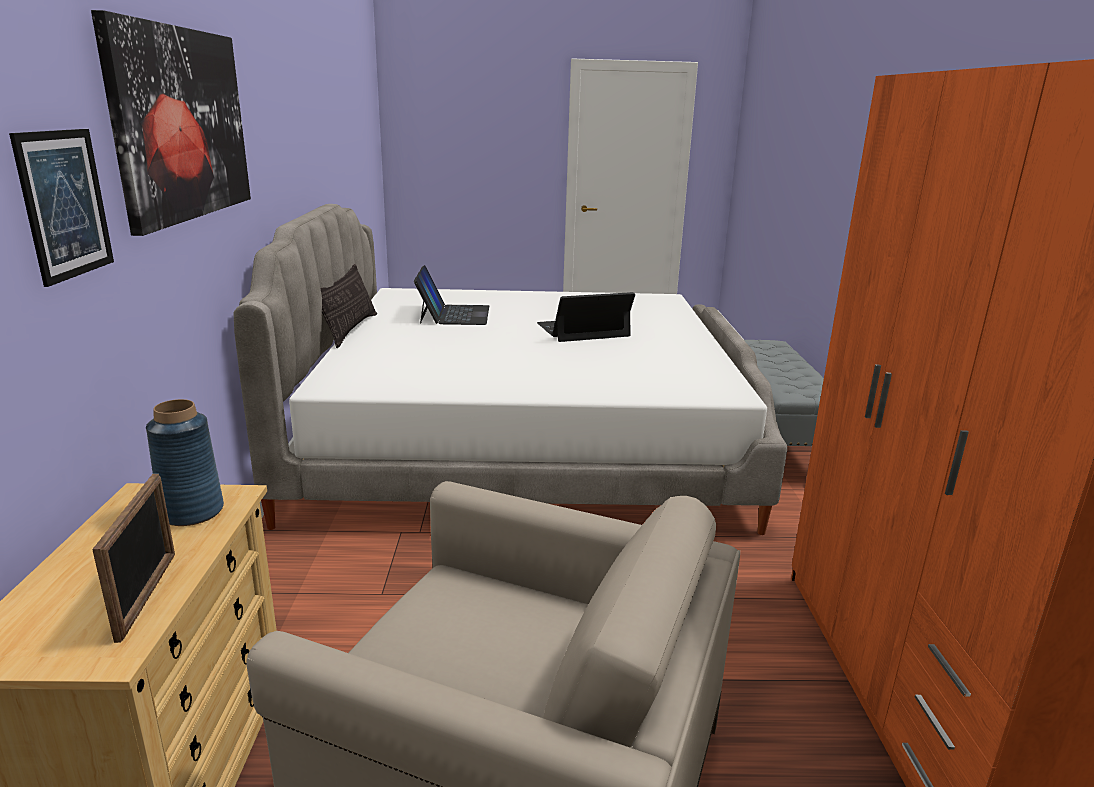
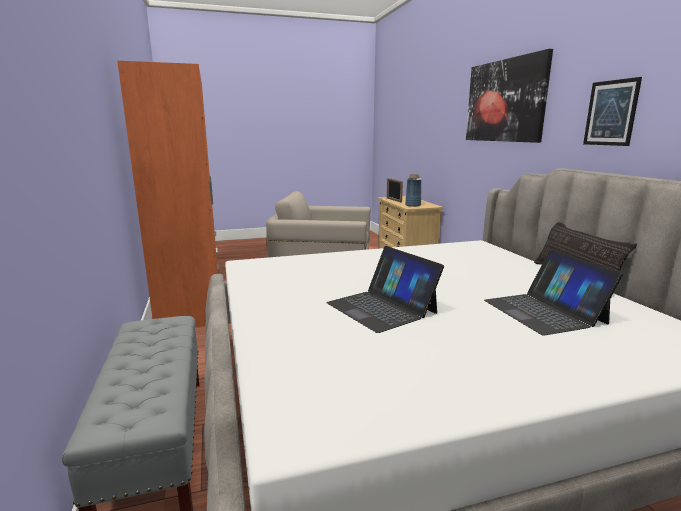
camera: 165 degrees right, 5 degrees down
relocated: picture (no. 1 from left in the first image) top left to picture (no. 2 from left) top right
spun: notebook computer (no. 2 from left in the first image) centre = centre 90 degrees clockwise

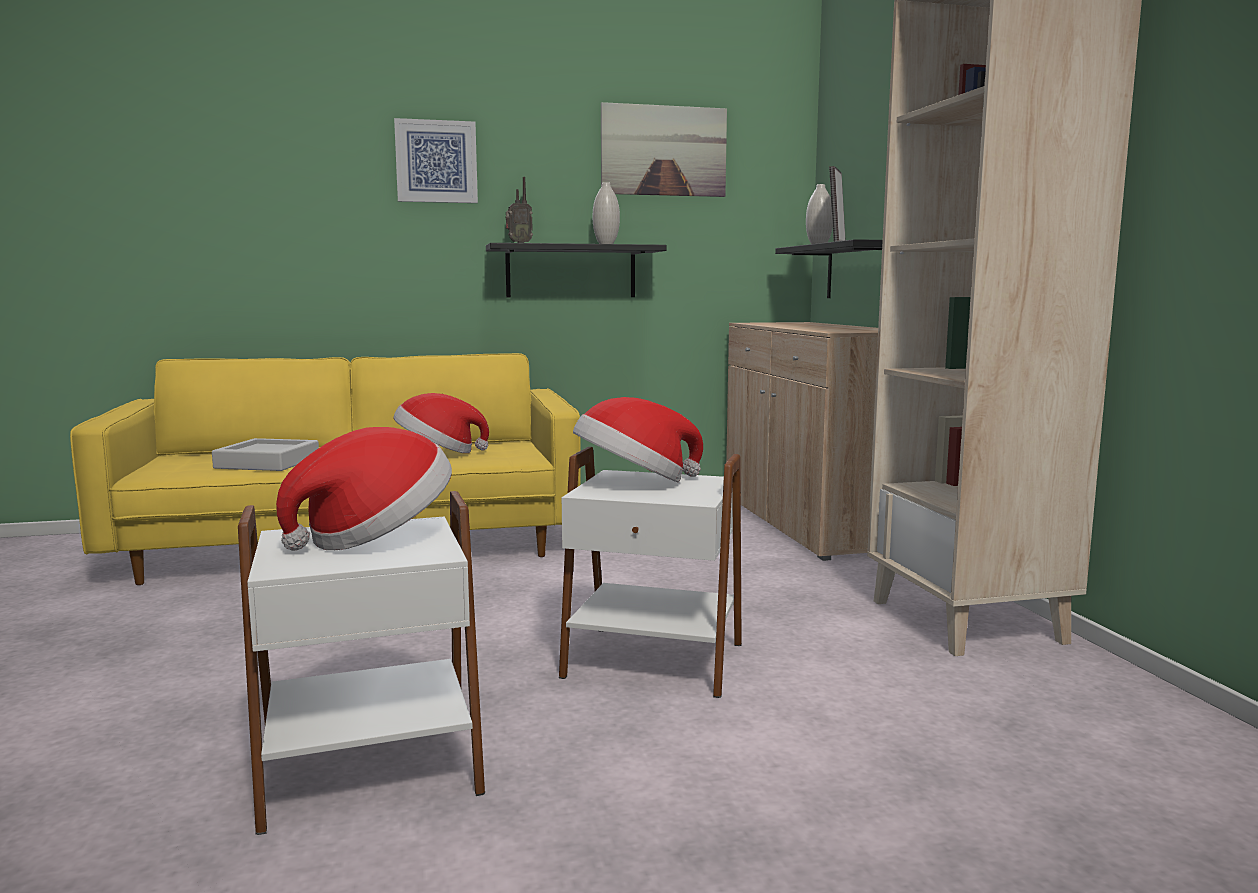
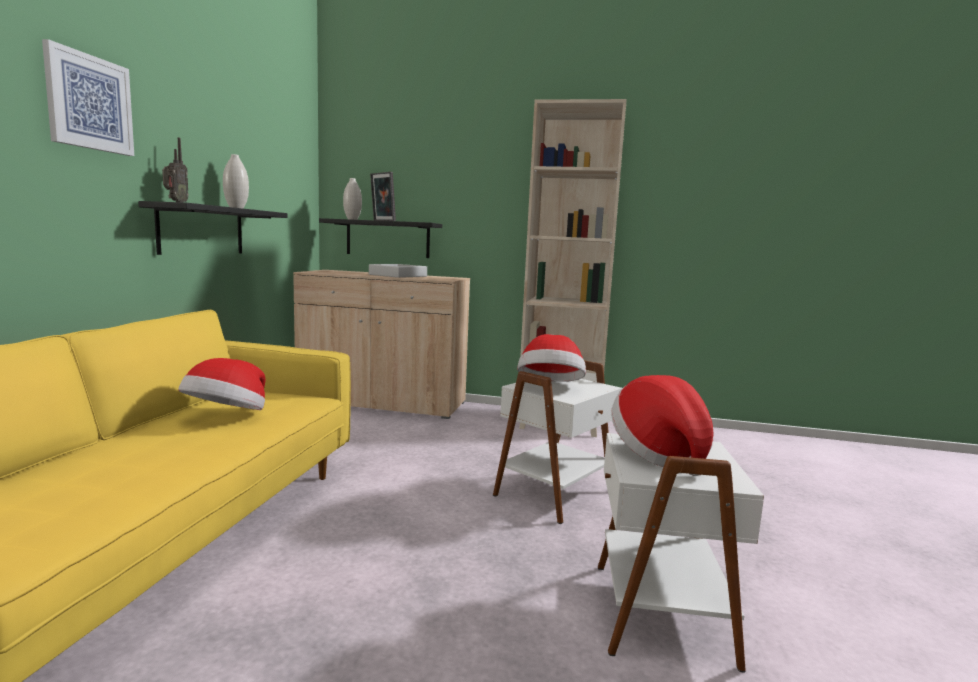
camera: 65 degrees left, 0 degrees up
missing: picture (no. 2 from left) top centre
relocated: serving tray/greyish middle left to centre

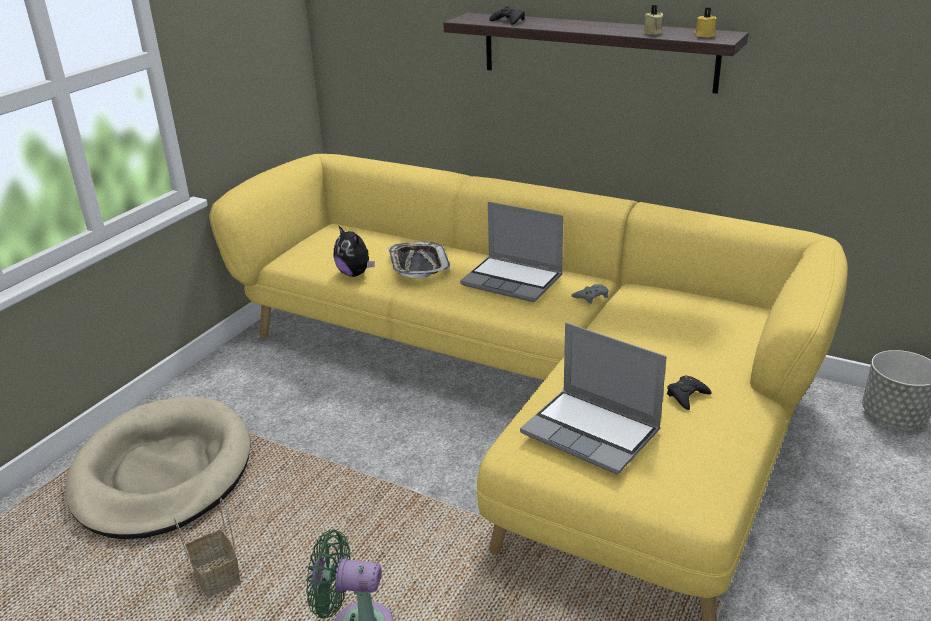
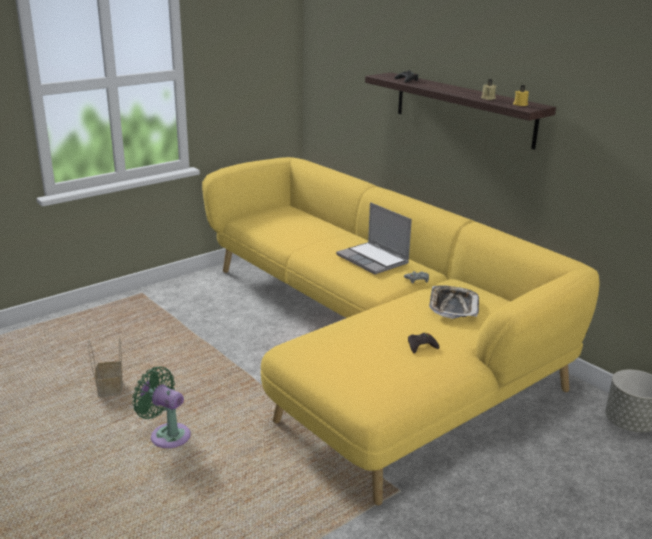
camera: 20 degrees right, 5 degrees down
missing: dog cushion/sand-coloured bottom left; cuddly toy centre; notebook computer (no. 2 from left) centre
relocated: serving tray centre to middle right

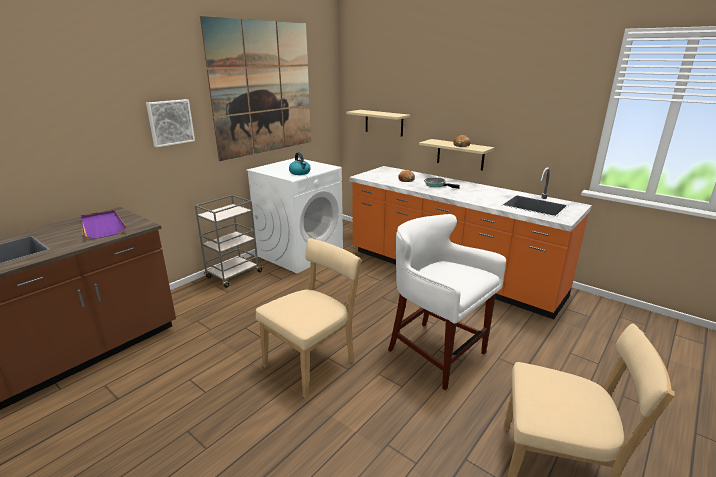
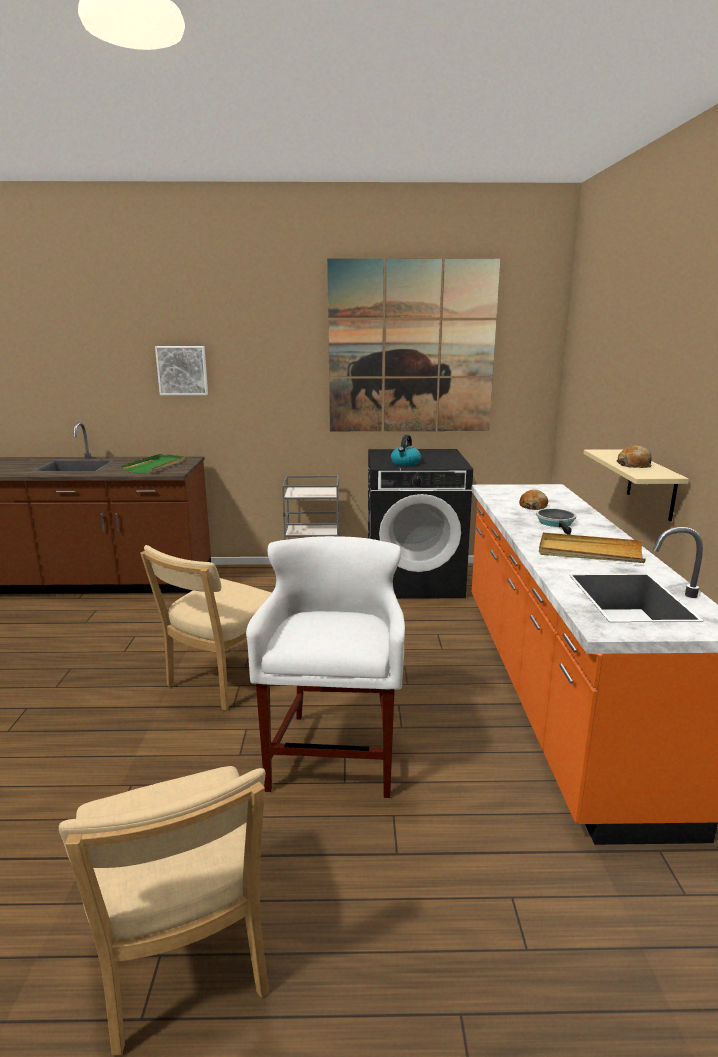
camera: 50 degrees right, 5 degrees down
missing: wall shelf/sand-coloured (no. 1 from left) top centre
appeared: serving tray/sand-coloured middle right
relocated: picture (no. 1 from left) top left to middle left
colour: serving tray/purple-coloured middle left to serving tray/green middle left; laundry machine/white-coloured centre to laundry machine/blackish centre
spun: upright chair/sand-coloured (no. 1 from left in the first image) bottom centre = middle left 120 degrees clockwise

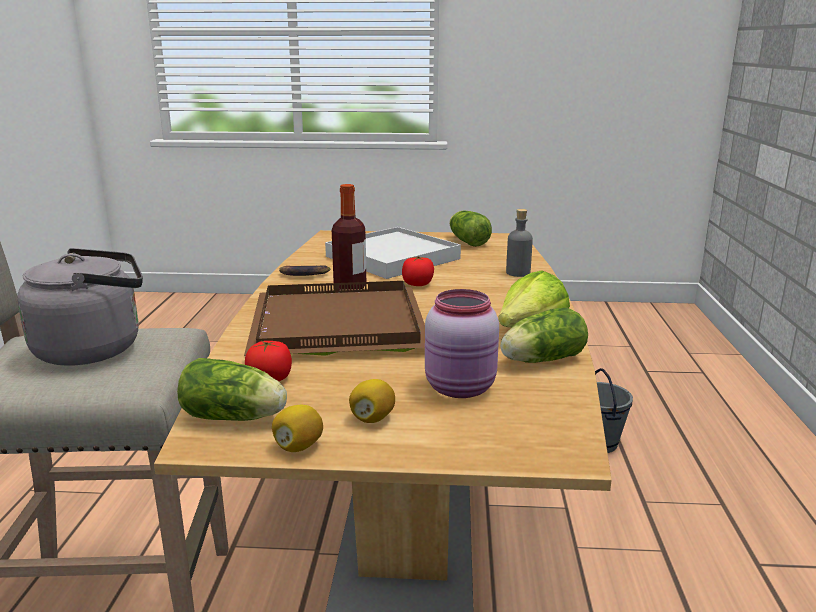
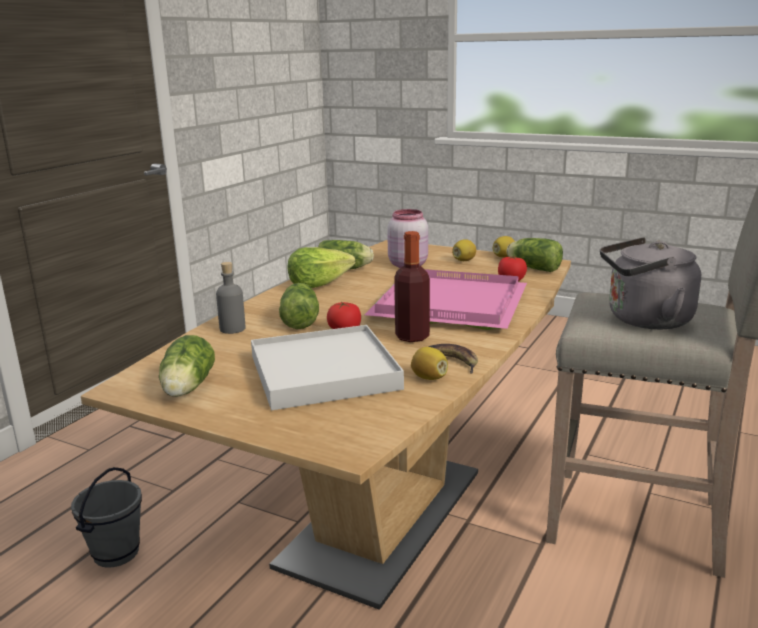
camera: 155 degrees left, 0 degrees up
appeared: head of lettuce (no. 2 from left) centre; whole lemon (no. 1 from left) centre
colour: serving tray/brownish centre to serving tray/pink centre

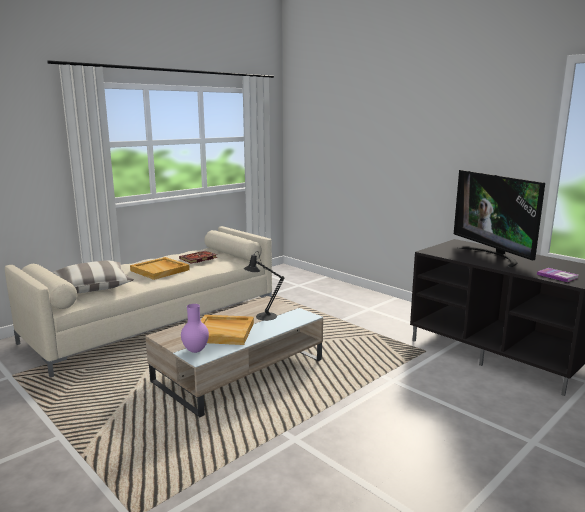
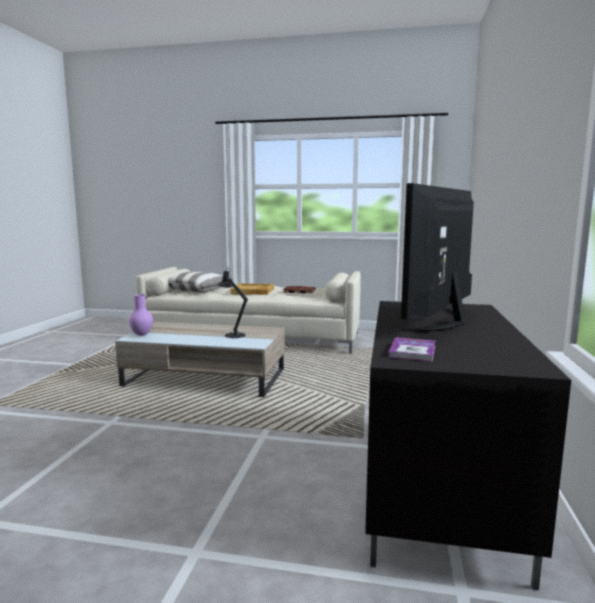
camera: 55 degrees right, 5 degrees down
missing: serving tray/sand-coloured (no. 2 from left) centre

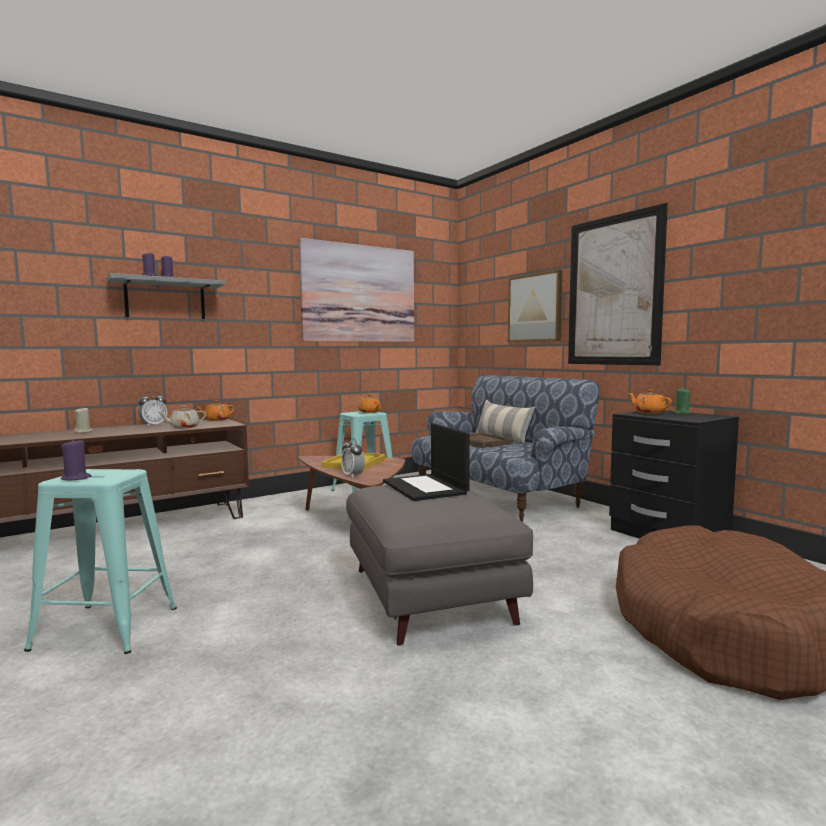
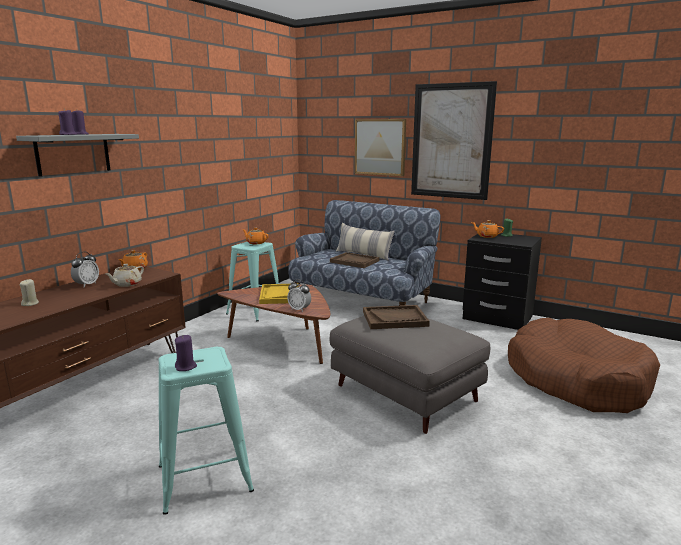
camera: 25 degrees left, 10 degrees up
missing: picture (no. 1 from left) centre
exchanged: notebook computer centre to serving tray/brownish (no. 2 from left) centre

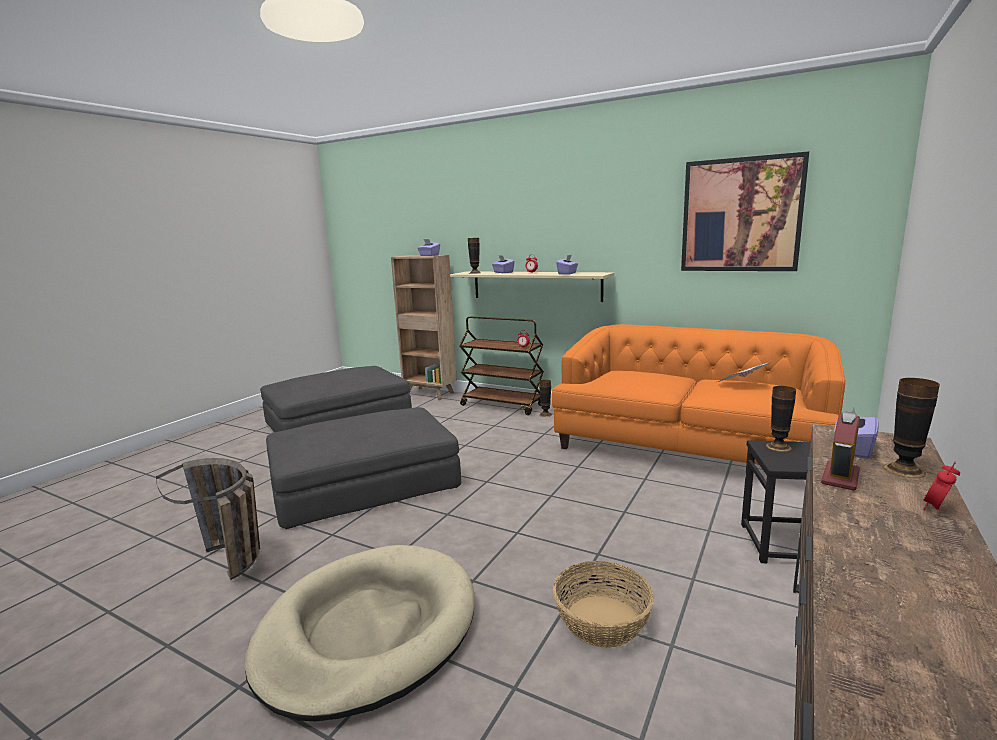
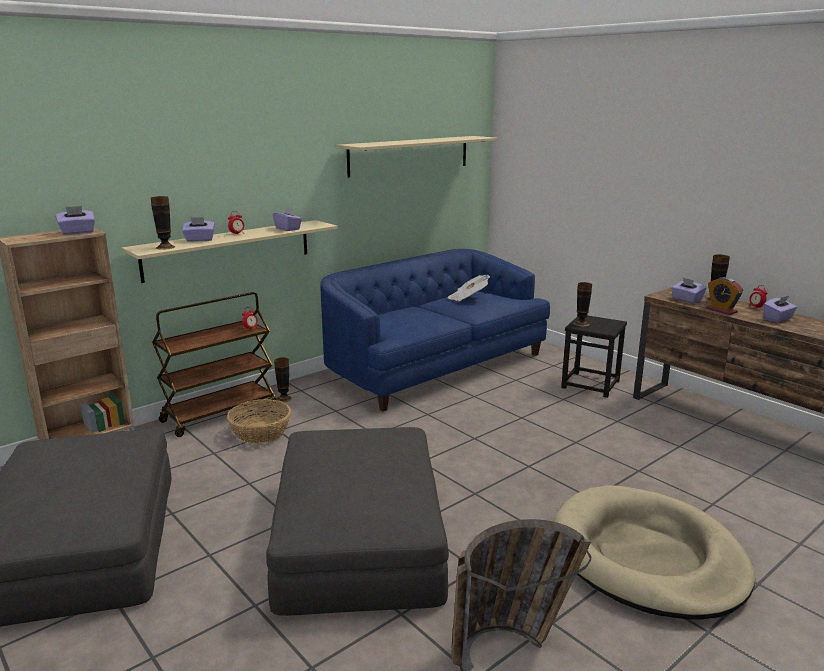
camera: 70 degrees left, 5 degrees up
appeared: box of tissues/purple-coloured (no. 5 from left) middle right
relocated: storage basket (no. 2 from left in the first image) bottom centre to storage basket (no. 1 from left) middle left
exchanged: picture top right to wall shelf/sand-coloured (no. 2 from left) top centre
colour: sofa/orange-coloured middle right to sofa/blue-coloured centre

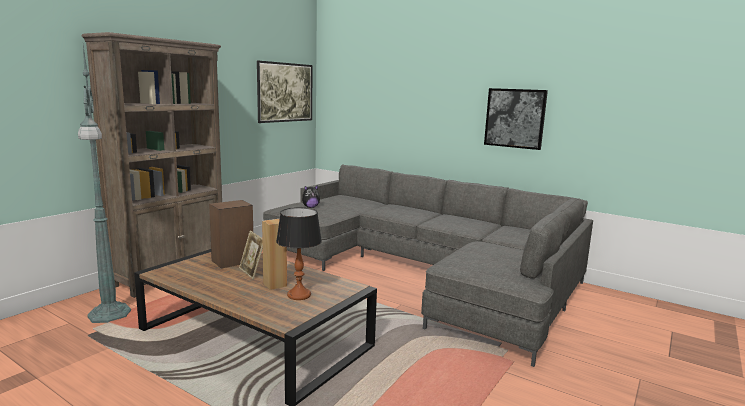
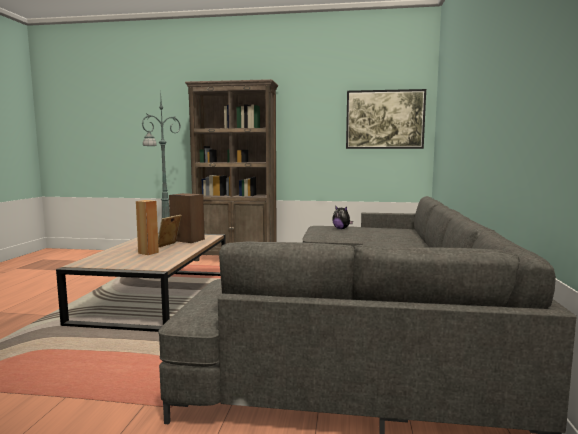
camera: 65 degrees right, 5 degrees down
missing: table lamp centre; picture (no. 2 from left) top right

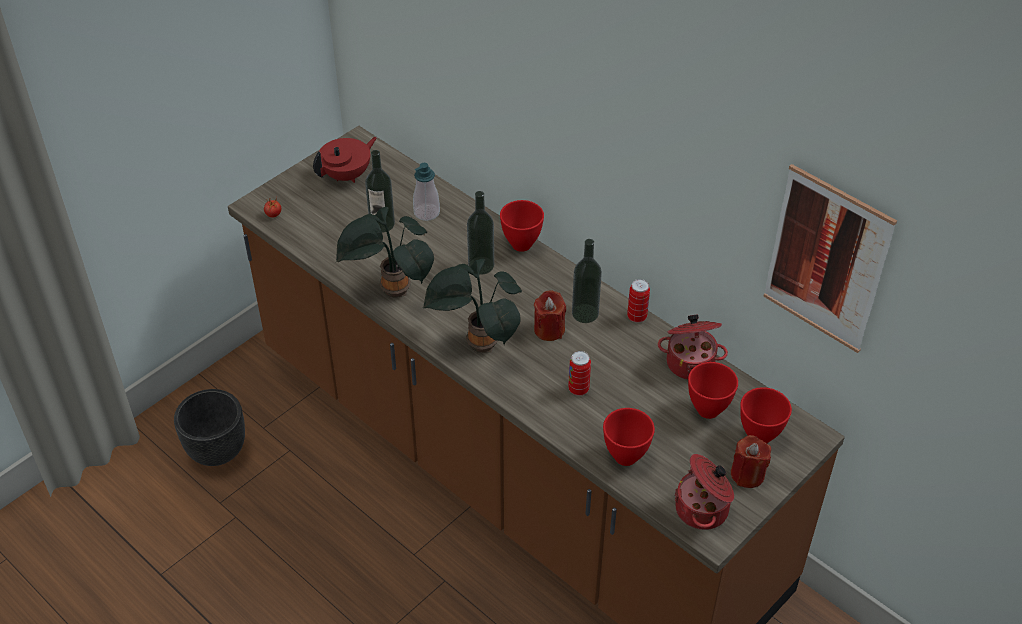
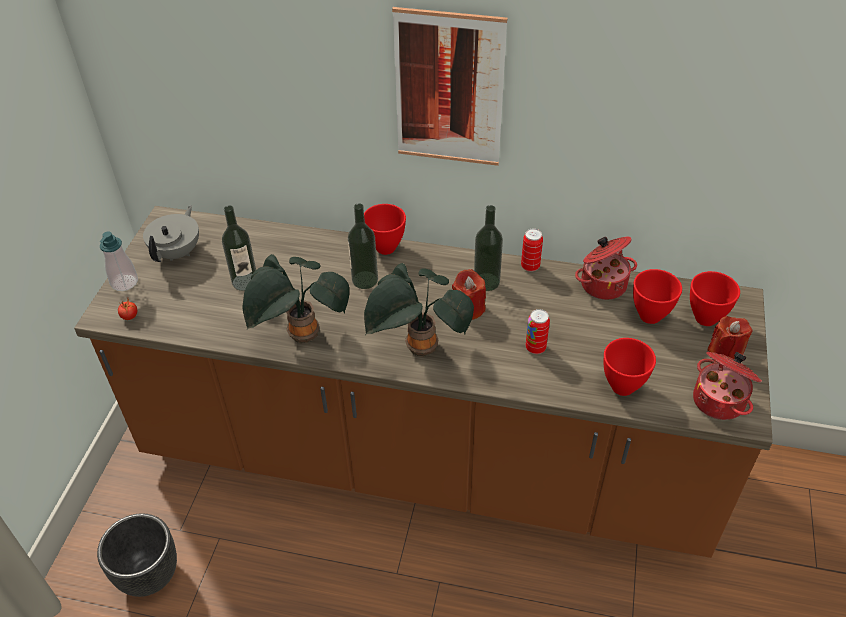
camera: 30 degrees left, 0 degrees up
relocated: soap dispenser top centre to middle left; picture middle right to top centre
colour: tea pot/reddish top centre to tea pot/greyish middle left

